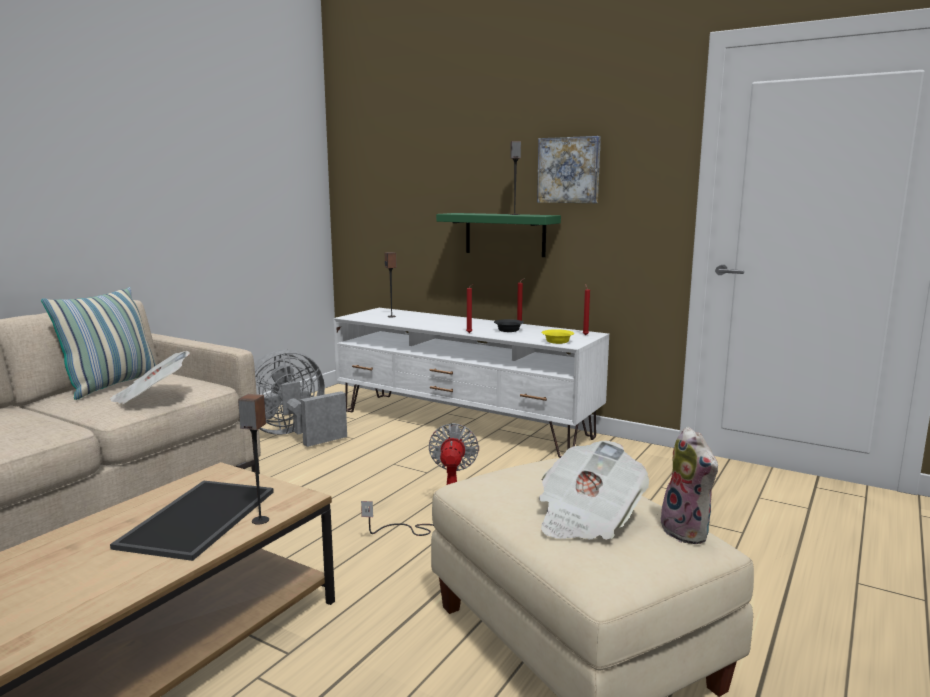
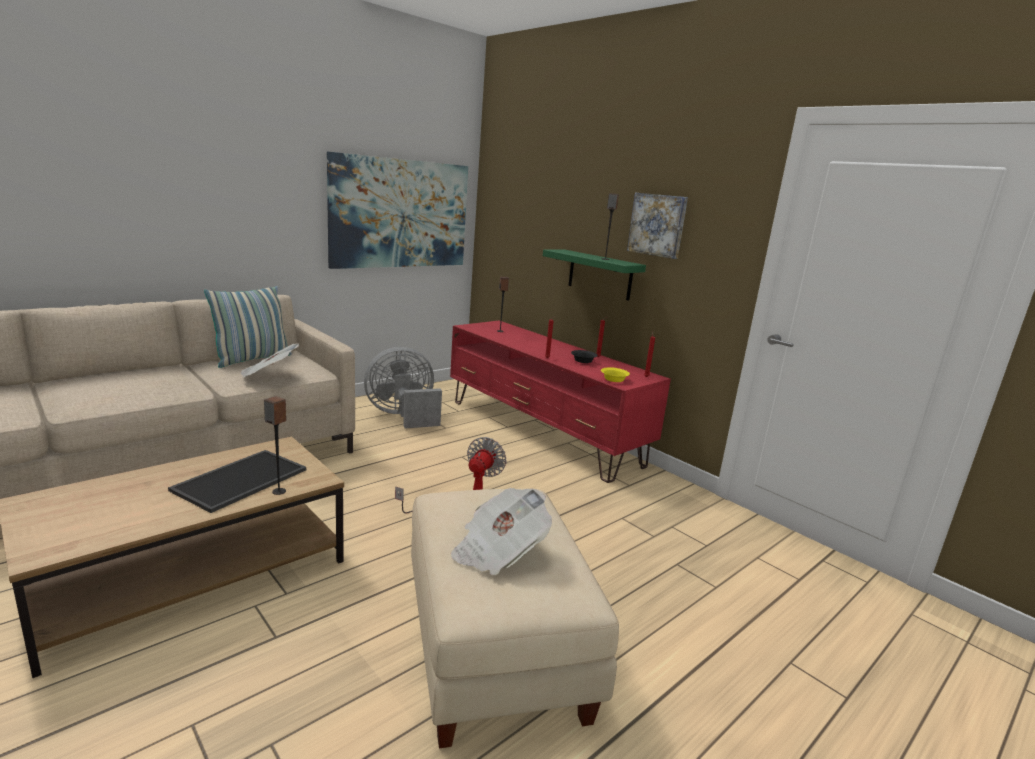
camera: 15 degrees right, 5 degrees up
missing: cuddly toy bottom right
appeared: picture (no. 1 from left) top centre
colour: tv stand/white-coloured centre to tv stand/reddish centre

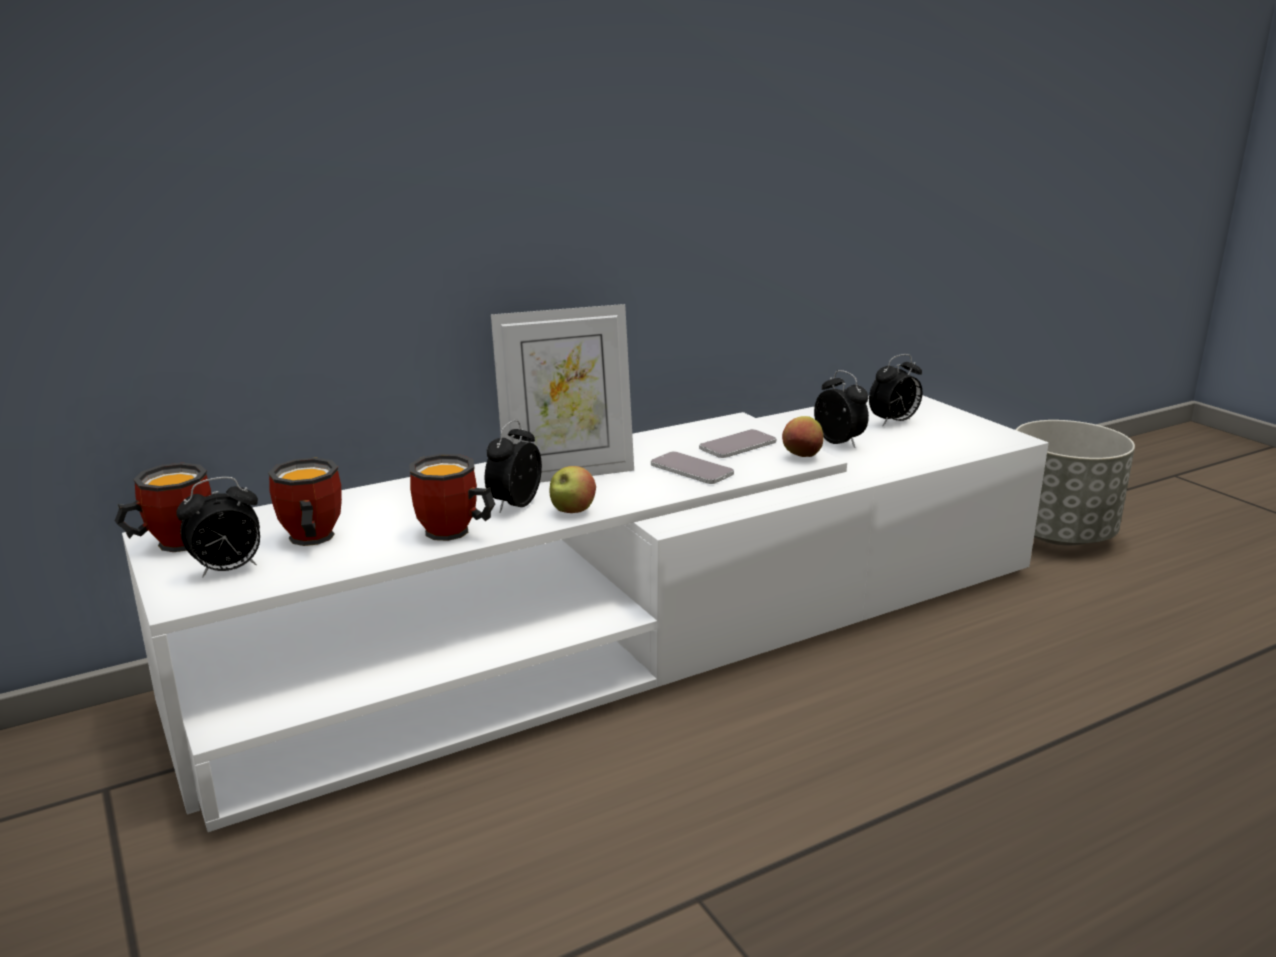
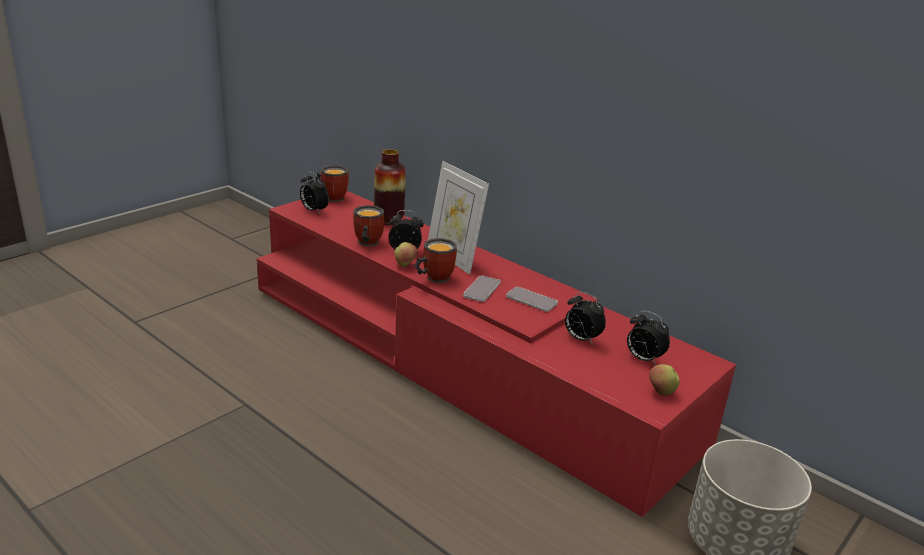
camera: 70 degrees right, 5 degrees up
appeared: vase centre
relocated: mug (no. 2 from left in the first image) middle left to mug (no. 3 from left) centre; apple (no. 2 from left) centre to bottom right
colour: tv stand/white-coloured centre to tv stand/reddish centre
spun: alarm clock (no. 3 from left) centre = centre 90 degrees clockwise

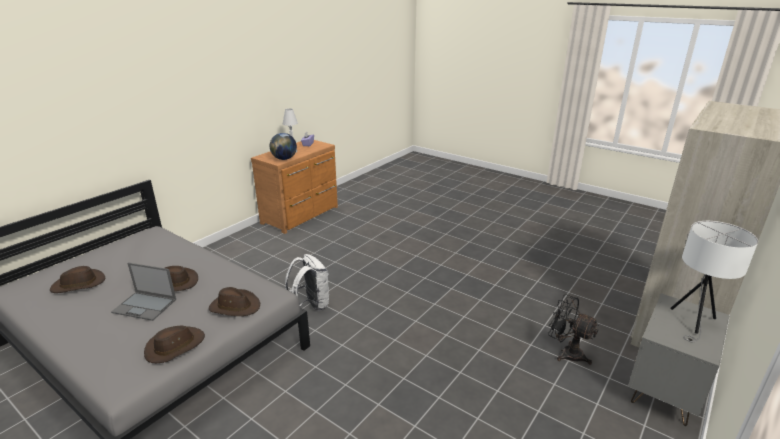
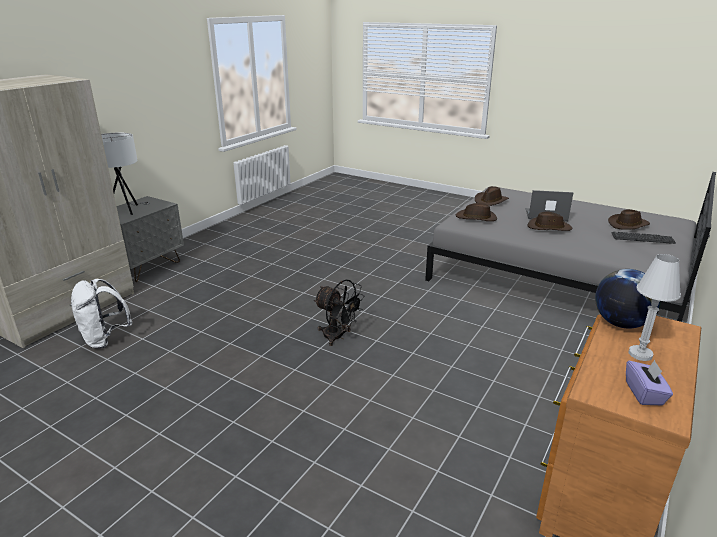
camera: 175 degrees right, 0 degrees up
appeared: computer keyboard middle right
relocated: backpack/white-coloured centre to middle left; cooling fan/blackish bottom right to centre

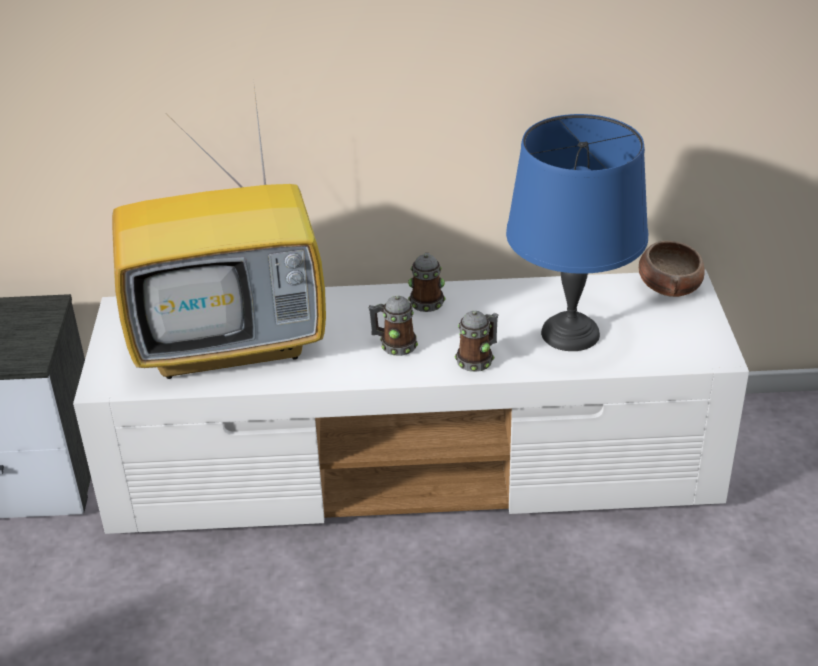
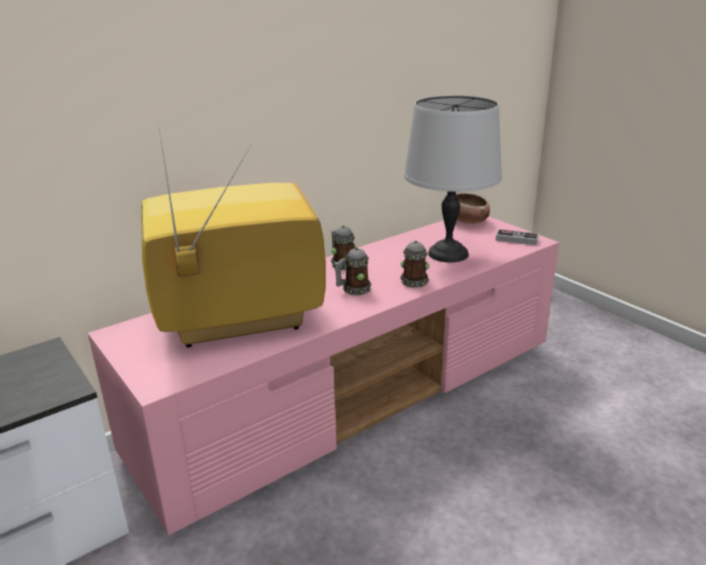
camera: 35 degrees left, 10 degrees down
appeared: game controller middle right
colour: tv stand/white-coloured centre to tv stand/pink centre; table lamp/blue-coloured middle right to table lamp/greyish top centre
spun: TV set middle left = middle left 150 degrees counterclockwise

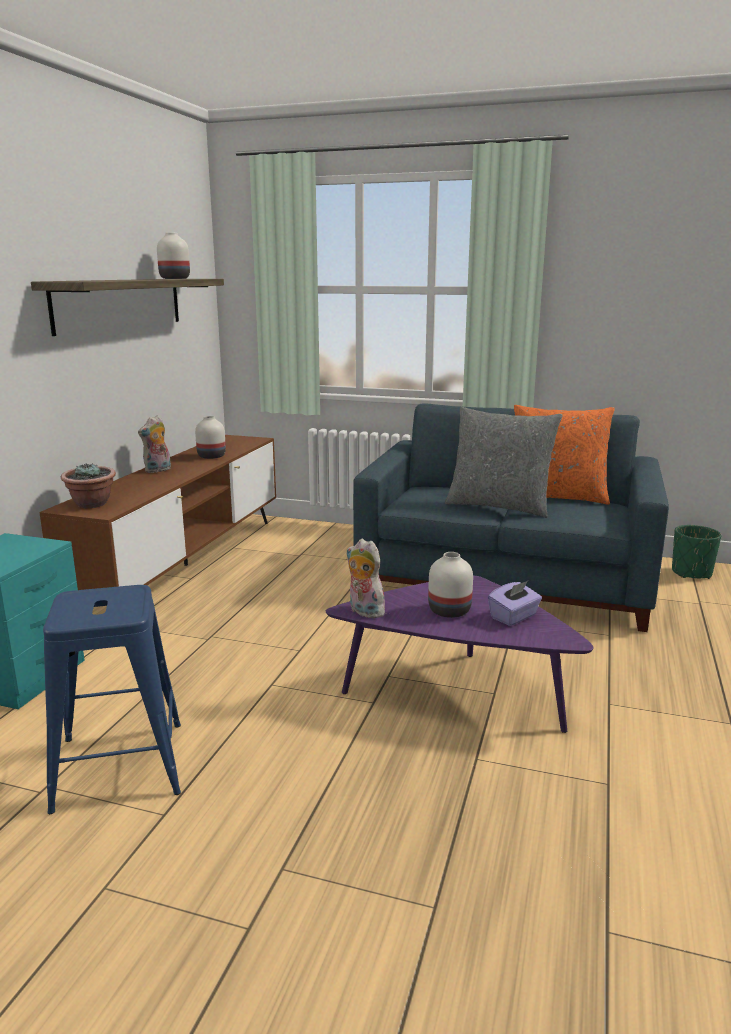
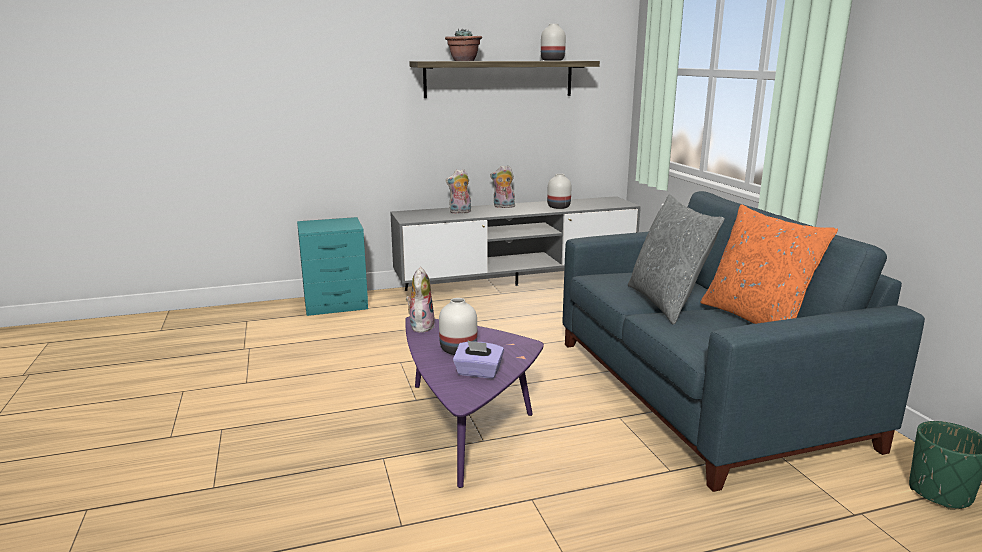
camera: 55 degrees right, 0 degrees up
missing: stool seat/blue-coloured bottom left
appeared: cuddly toy (no. 2 from left) centre
relocated: houseplant middle left to top centre
colour: tv stand/brownish middle left to tv stand/greyish centre

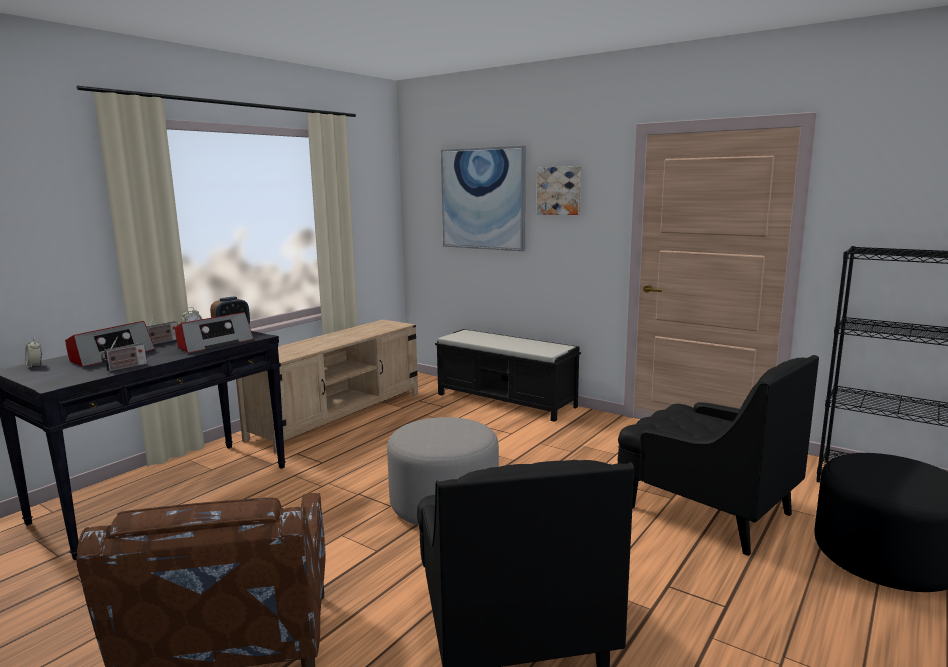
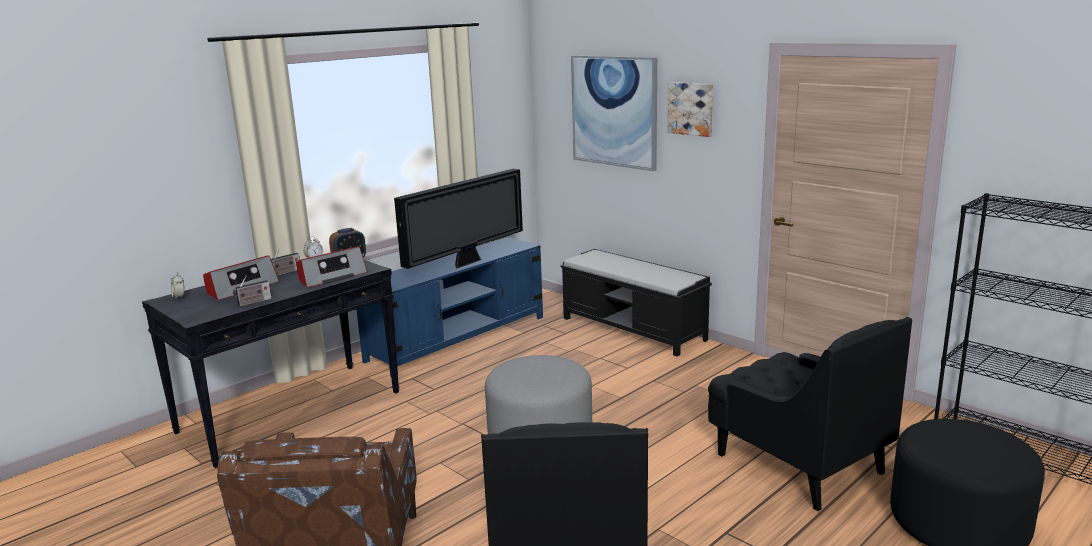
camera: 10 degrees right, 5 degrees up
appeared: TV set centre
colour: tv stand/sand-coloured centre to tv stand/blue-coloured centre

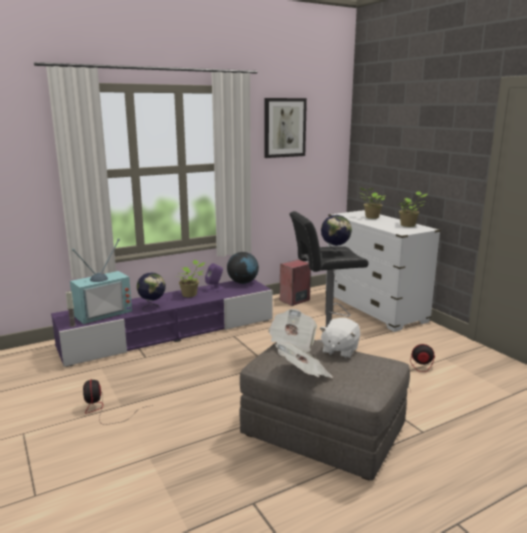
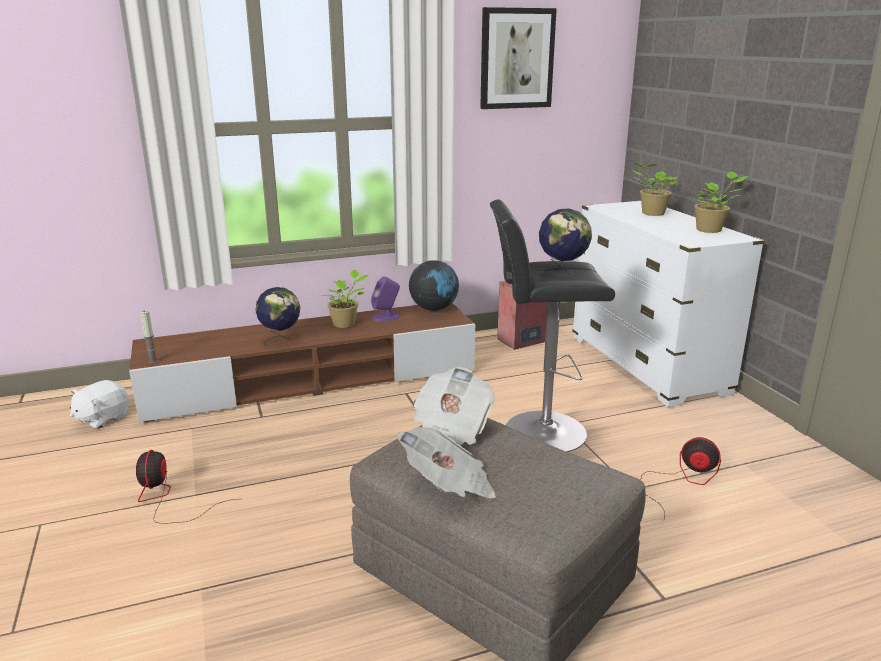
camera: 10 degrees right, 5 degrees up
missing: TV set middle left
relocated: cuddly toy/white-coloured centre to middle left
colour: tv stand/purple-coloured middle left to tv stand/brownish centre

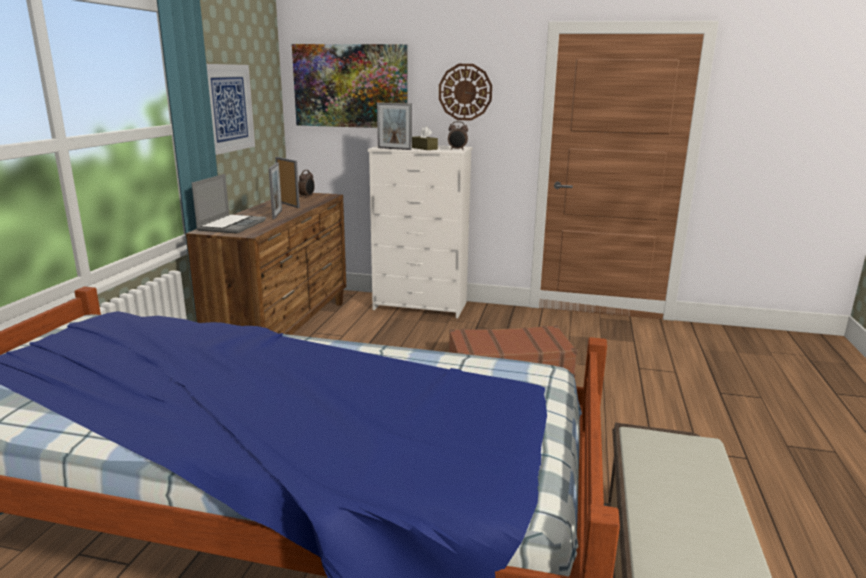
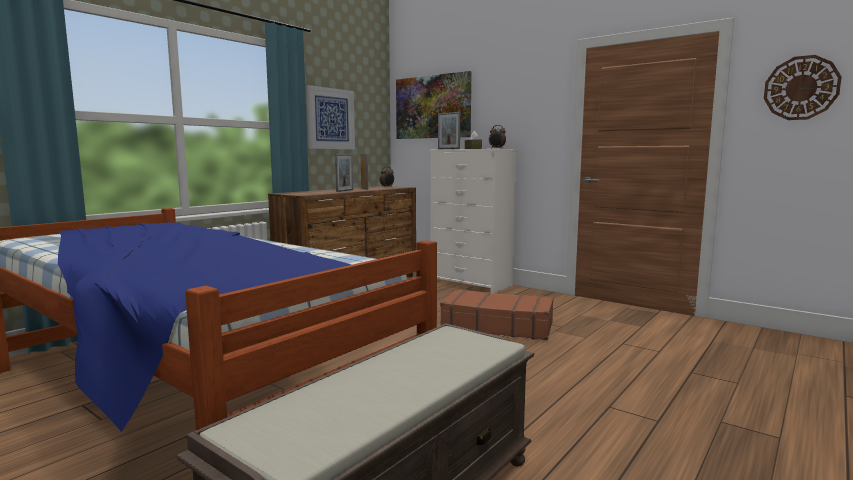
camera: 25 degrees right, 10 degrees down
missing: notebook computer middle left
relocated: hanging clock top centre to top right

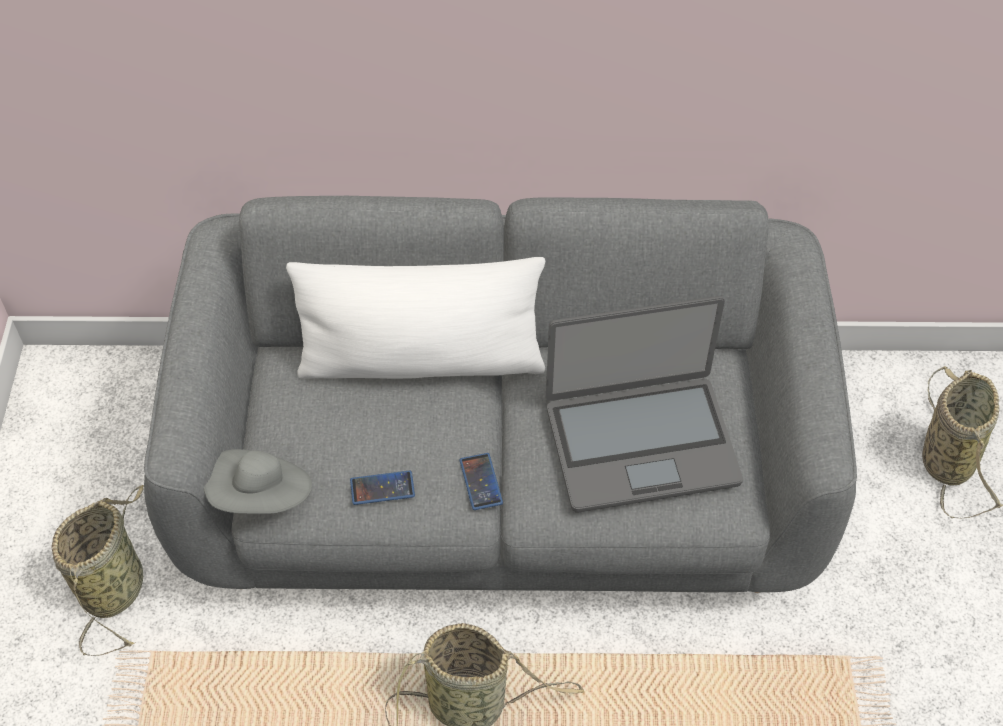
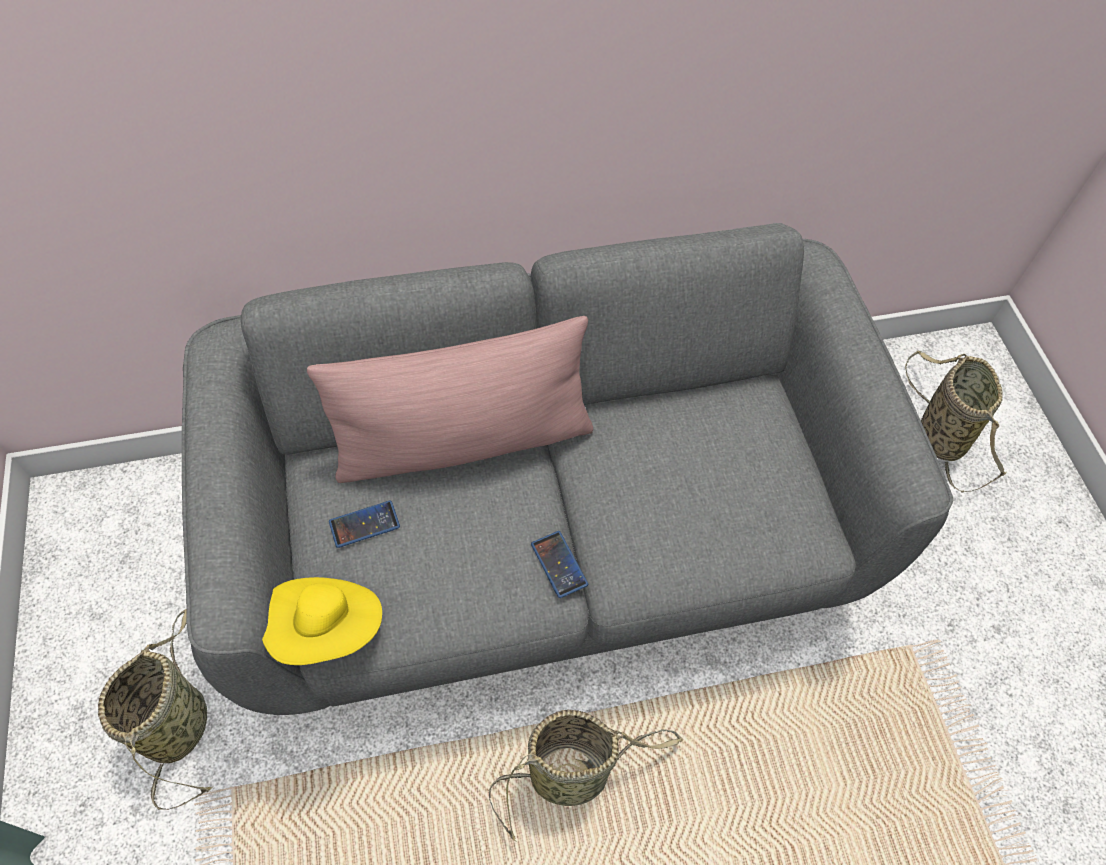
camera: 15 degrees left, 5 degrees up
missing: notebook computer centre
relocated: phone (no. 1 from left) bottom centre to middle left
colour: clothing hat/greyish middle left to clothing hat/yellow bottom left; throw pillow/white-coloured centre to throw pillow/pink centre

